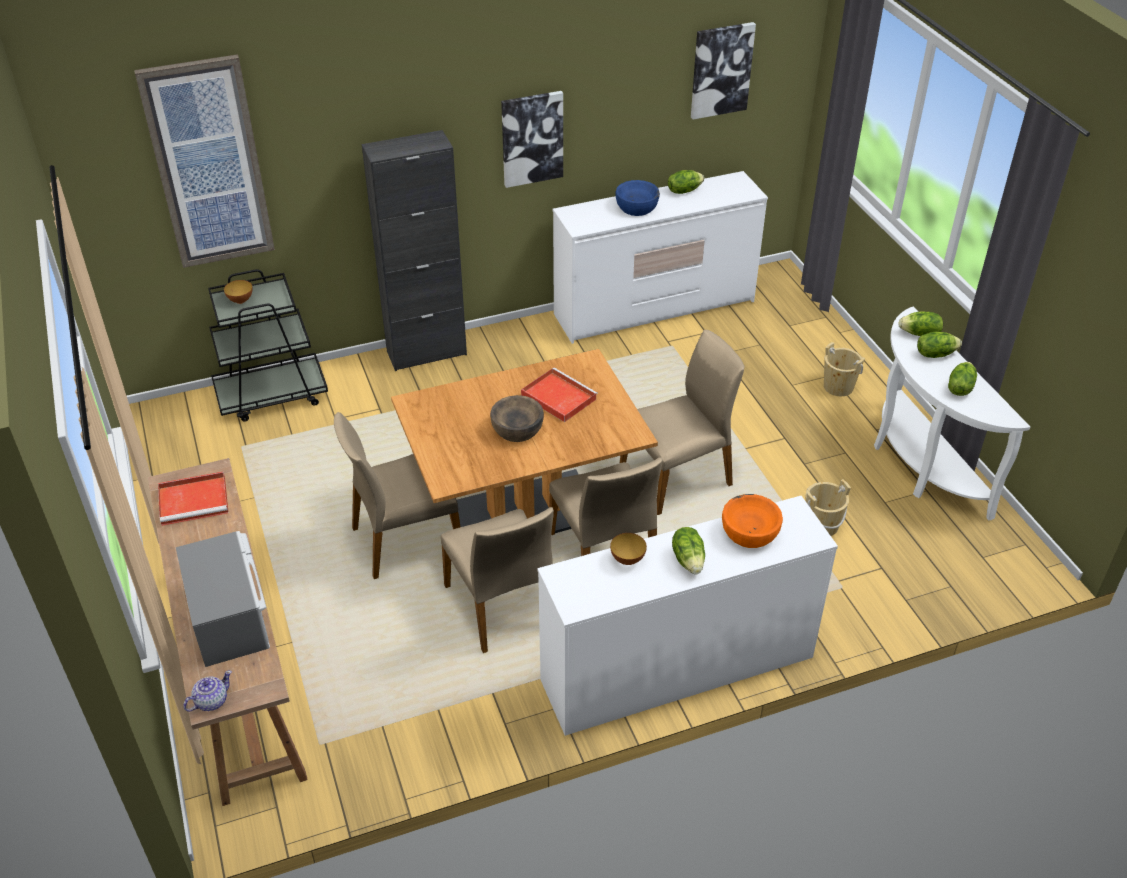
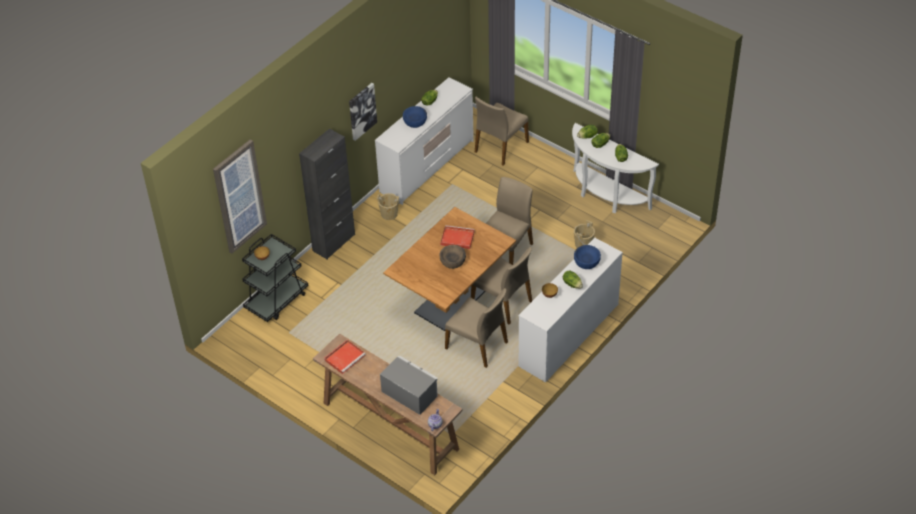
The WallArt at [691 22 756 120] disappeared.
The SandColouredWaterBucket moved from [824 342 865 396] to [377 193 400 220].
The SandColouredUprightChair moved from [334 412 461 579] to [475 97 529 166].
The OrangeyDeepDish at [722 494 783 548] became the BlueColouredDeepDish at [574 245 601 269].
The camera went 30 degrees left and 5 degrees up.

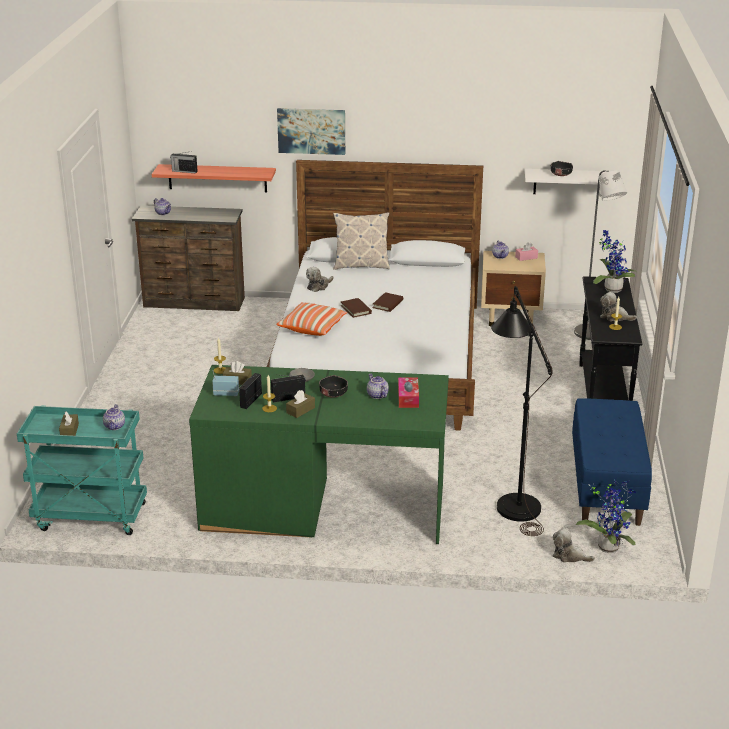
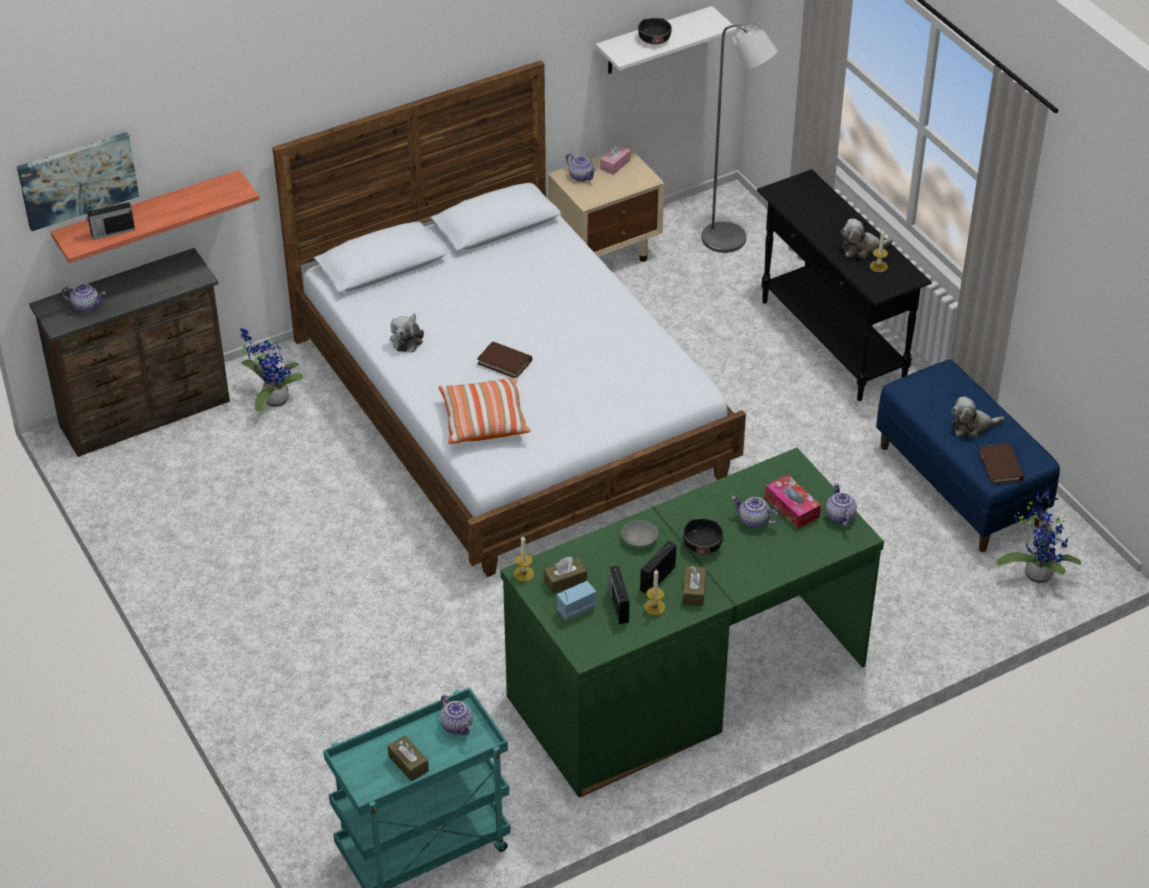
The WallArt moved from [277 108 345 155] to [17 132 139 231].
The ThrowPillow at [333 212 390 270] disappeared.
The Houseplant moved from [593 230 637 293] to [240 328 303 412].
The BlackColouredFloorLamp at [491 286 553 536] disappeared.
The BrownishBook moved from [373 292 403 312] to [979 443 1024 484].
The SoftToy moved from [553 528 595 563] to [952 397 1005 438].
The PotForTea at [826 483 857 527] appeared.
The camera went 35 degrees left and 15 degrees up.

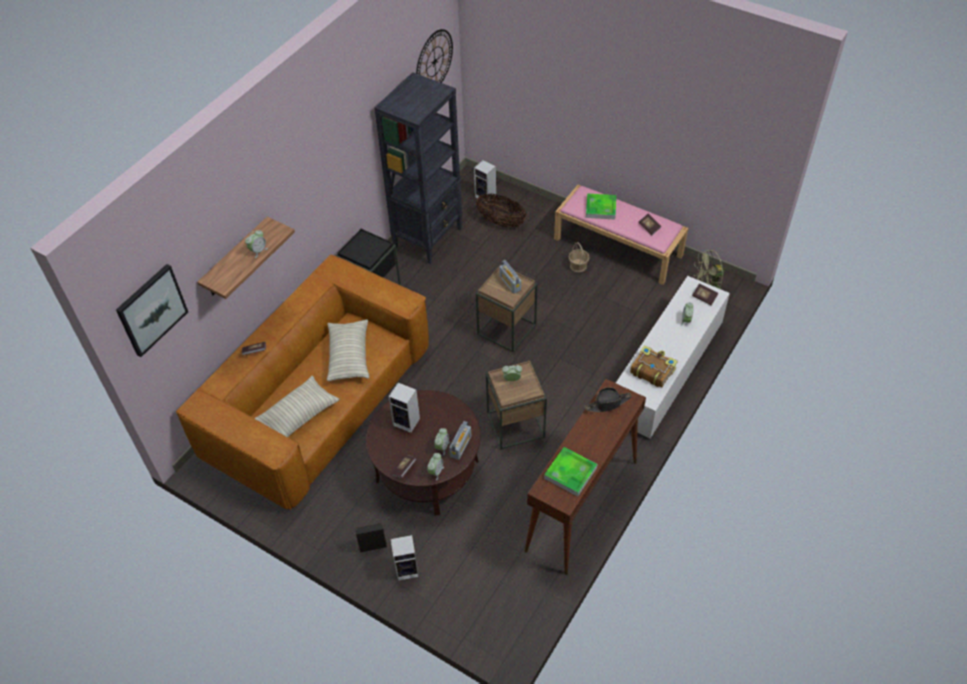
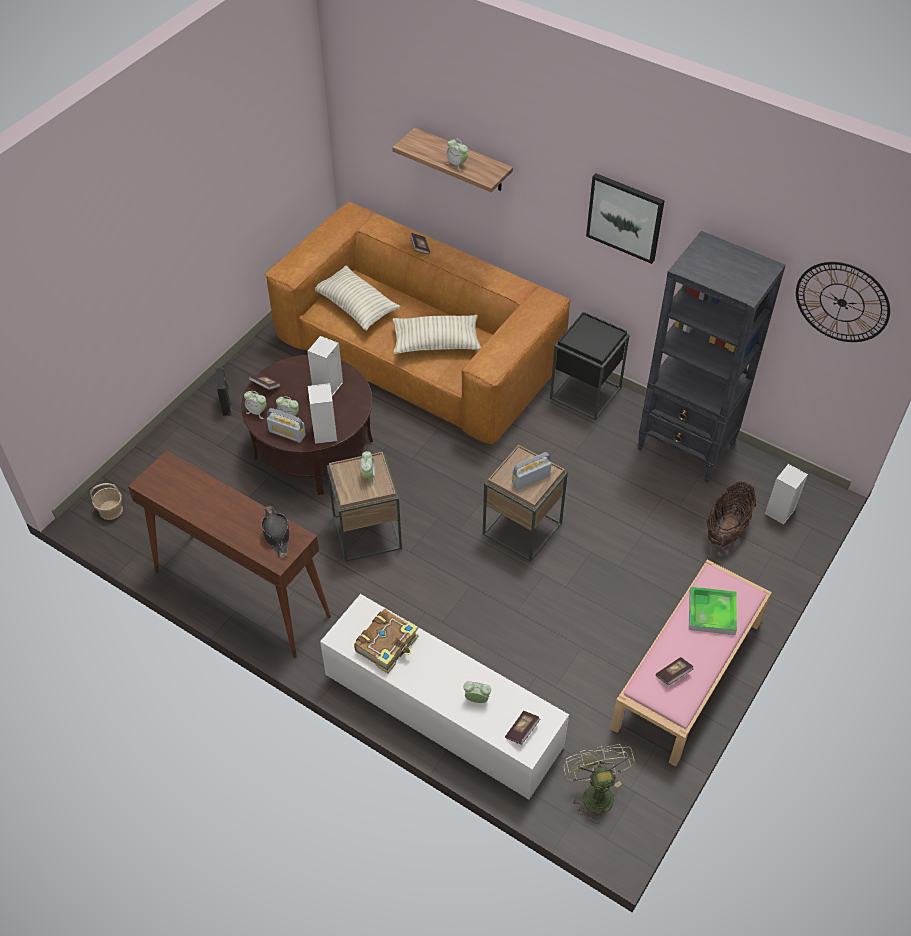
The Basket moved from [569 242 590 272] to [90 483 123 520].
The WallArt moved from [116 264 188 357] to [586 173 665 264].
The ServingTray at [544 447 597 497] disappeared.
The AudioSpeaker moved from [391 535 419 581] to [307 383 337 444].
The camera went 90 degrees right and 0 degrees up.

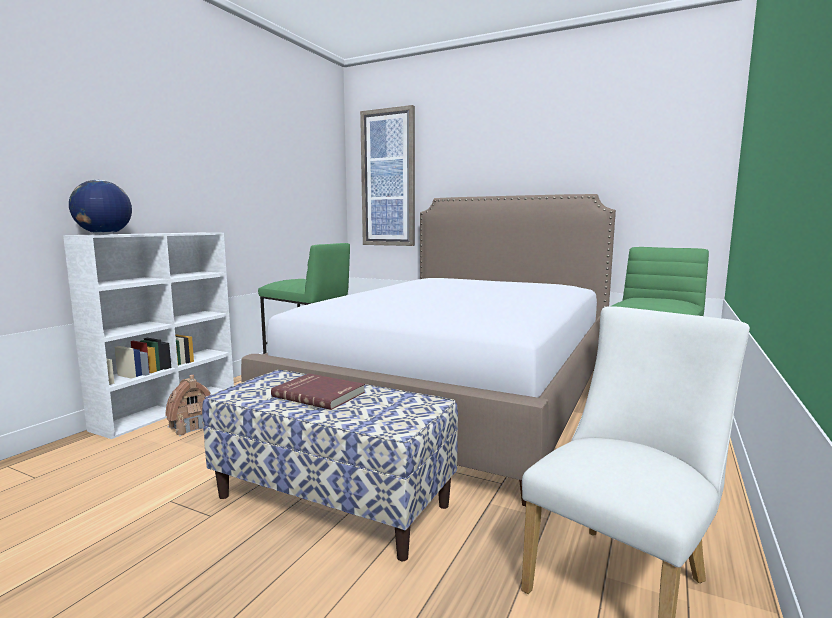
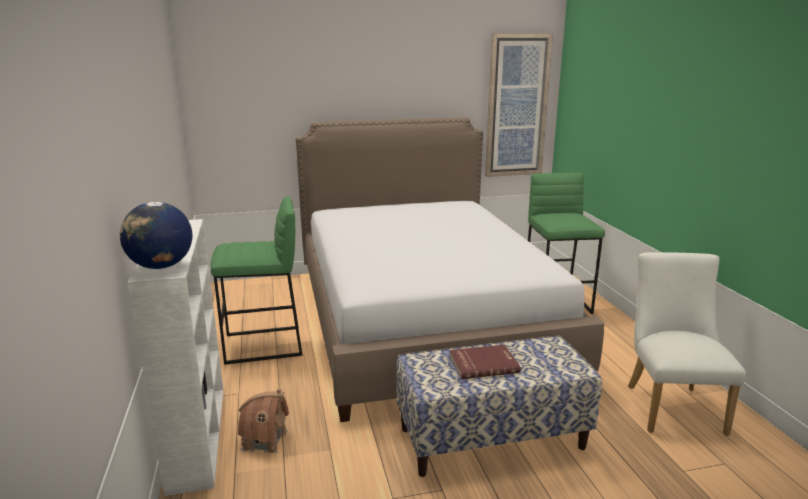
The WallArt moved from [360 105 415 246] to [485 33 553 177].
The camera went 40 degrees left and 10 degrees up.

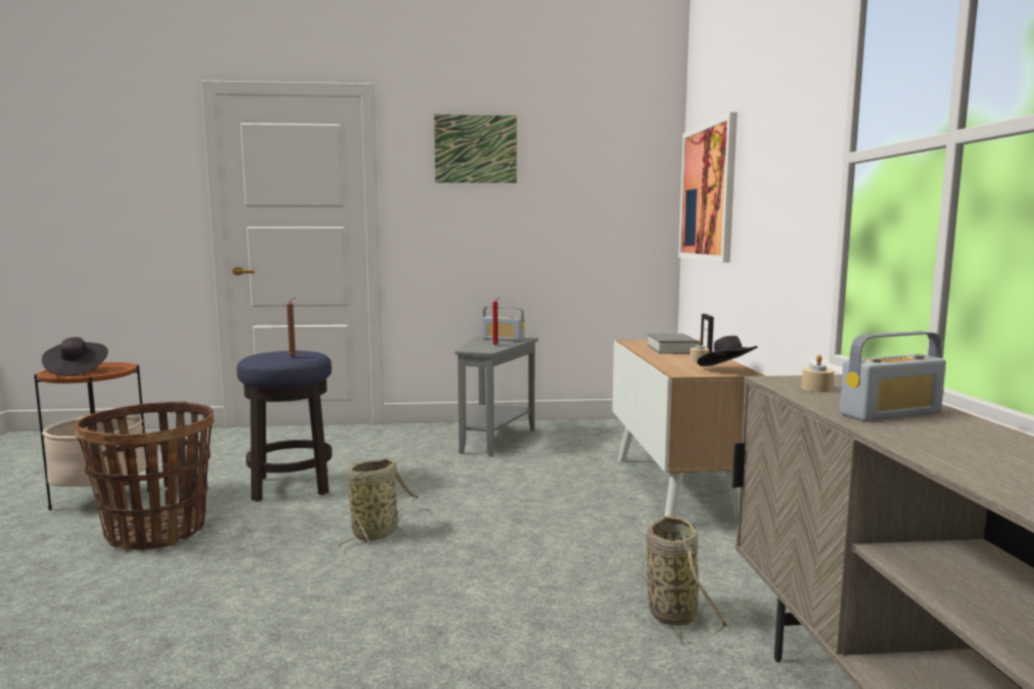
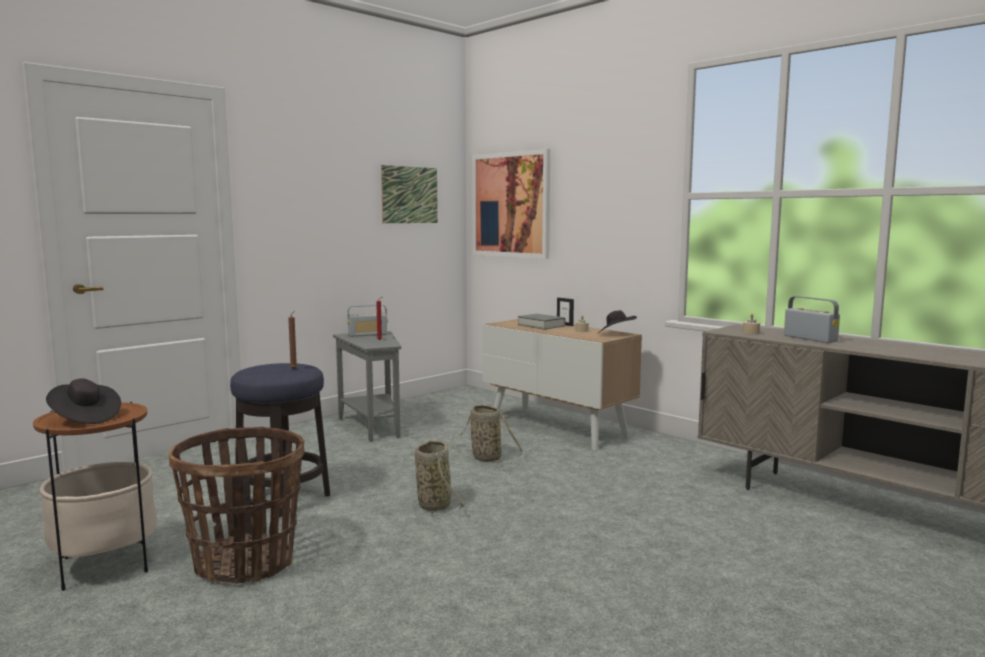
The WallArt moved from [434 114 517 183] to [381 165 438 223].
The RadioSet at [840 331 946 421] turned 60 degrees counterclockwise.
The Basket moved from [640 516 729 645] to [451 404 523 464].
The camera went 40 degrees left and 0 degrees up.

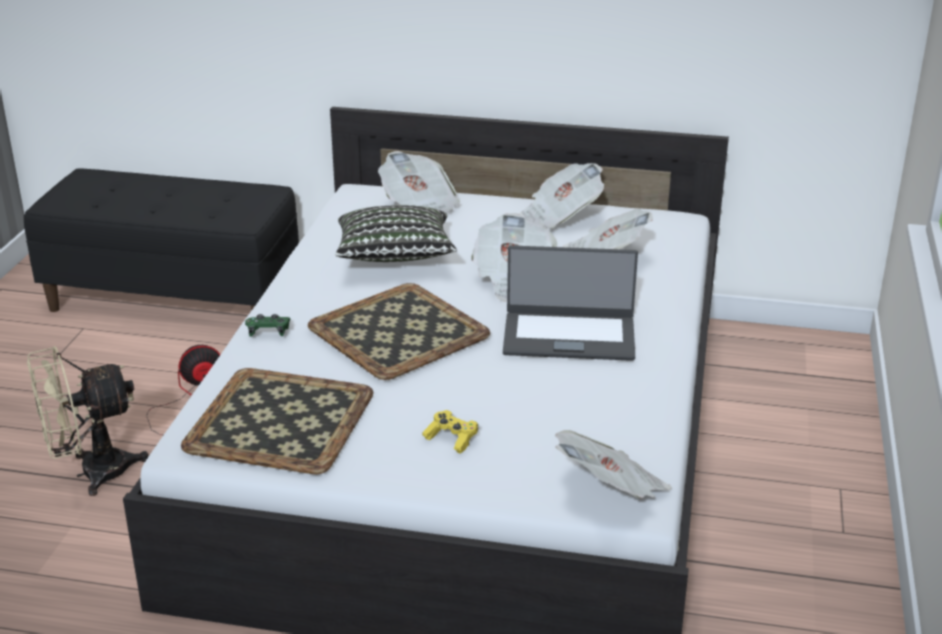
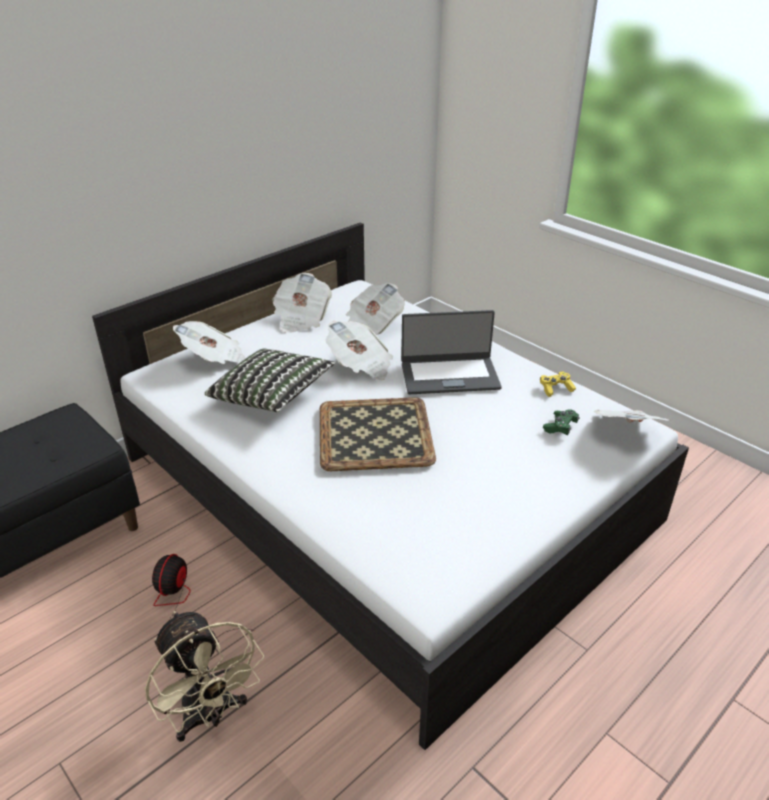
The NotebookComputer at [503 245 638 361] turned 45 degrees clockwise.
The GreenishJoypad moved from [245 314 291 337] to [543 409 580 435].
The SandColouredCoolingFan at [27 346 149 496] turned 45 degrees counterclockwise.
The ServingTray at [181 368 374 474] disappeared.
The YellowColouredJoypad moved from [422 410 478 454] to [540 371 576 397].
The camera went 55 degrees left and 5 degrees up.

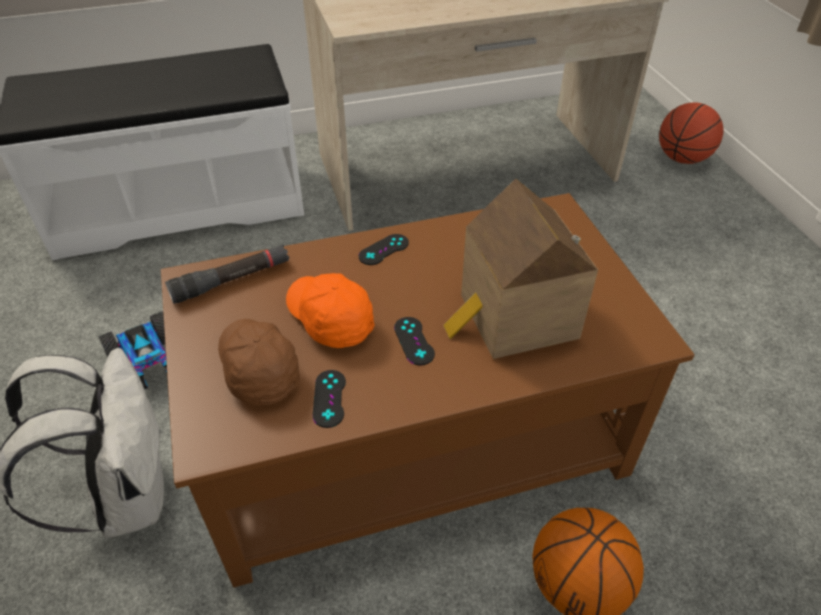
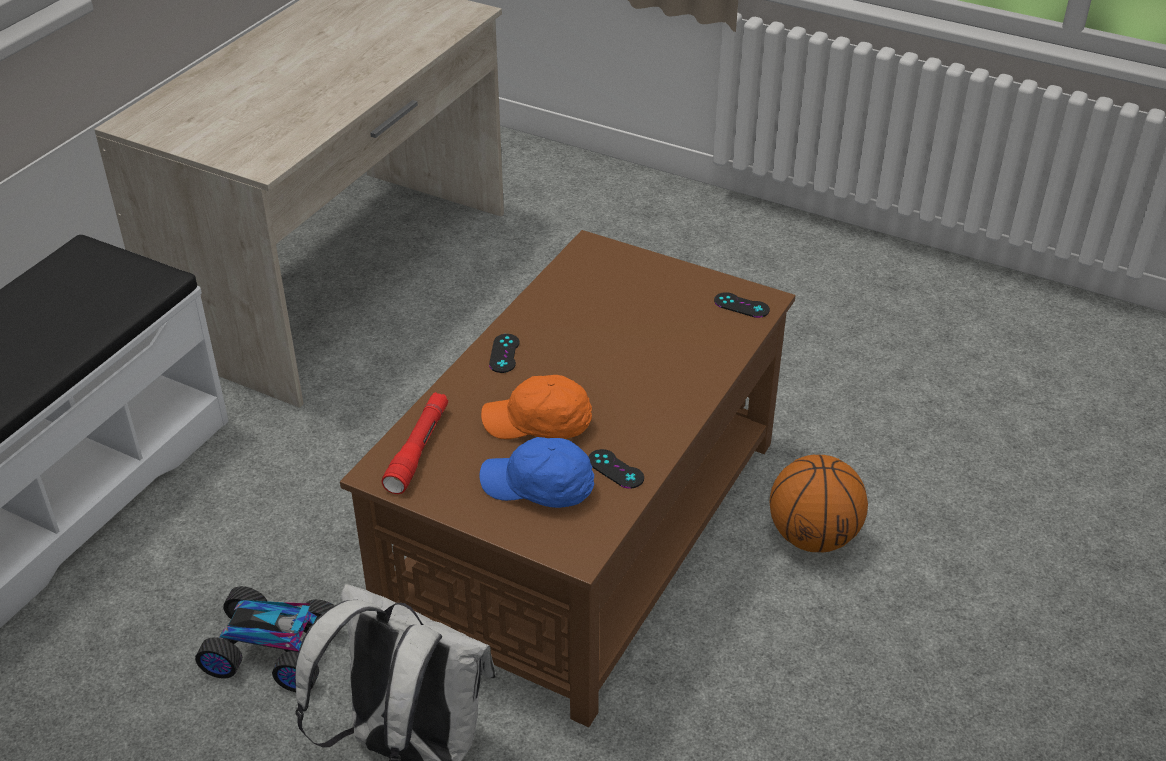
The BallForBasketball at [659 102 723 164] disappeared.
The MiniatureHouse at [443 178 598 359] disappeared.
The BlackColouredHandTorch at [165 245 289 304] became the RedHandTorch at [382 392 448 494].
The BlackColouredJoypad moved from [394 317 435 365] to [714 292 770 318].
The BrownishBaseballCap at [218 319 300 405] became the BlueColouredBaseballCap at [479 437 594 508].
The camera went 45 degrees left and 5 degrees down.

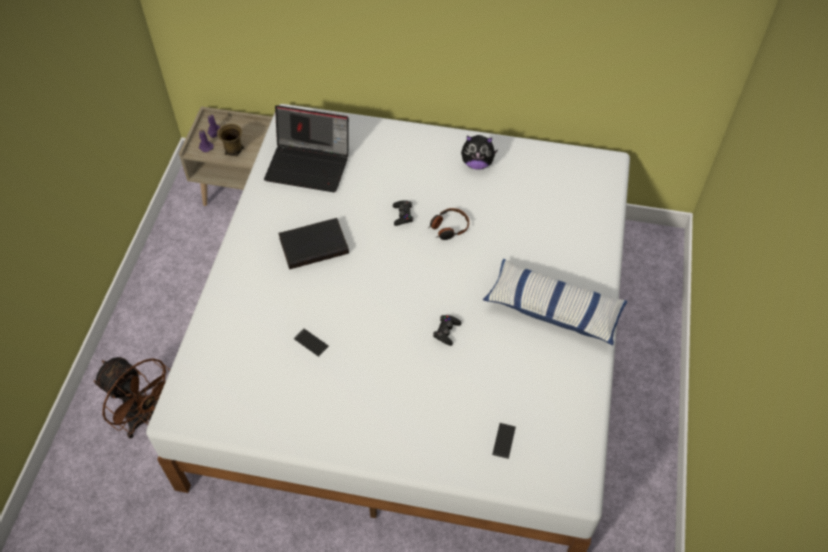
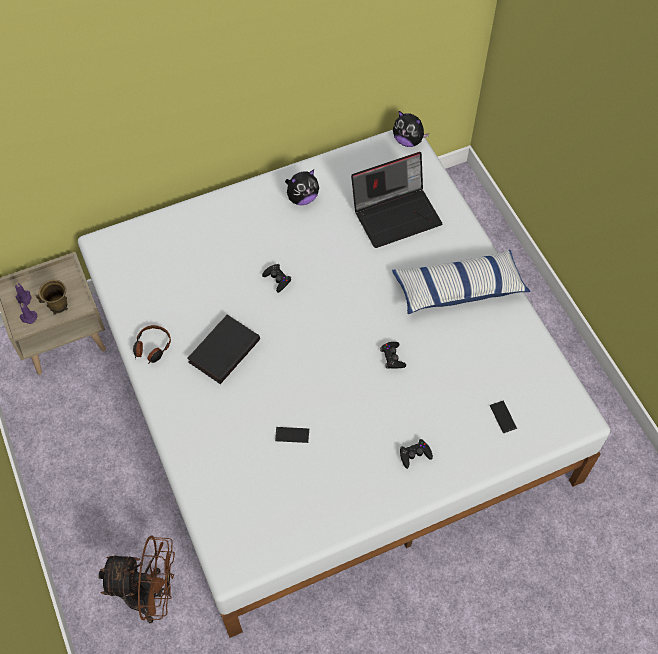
The NotebookComputer moved from [264 105 349 192] to [351 152 442 248].
The Headphones moved from [429 208 469 240] to [133 325 171 364].
The SoftToy at [393 111 429 147] appeared.
The BlackColouredJoypad at [400 439 433 469] appeared.
The camera went 35 degrees left and 5 degrees up.

